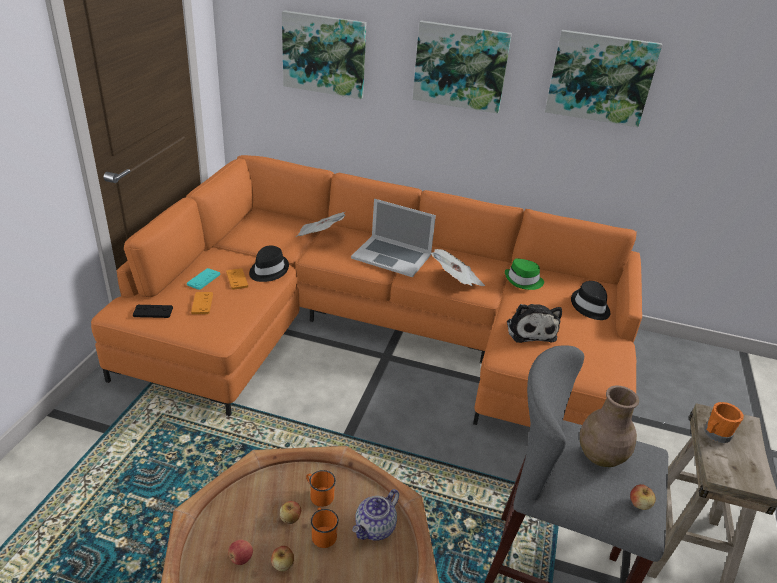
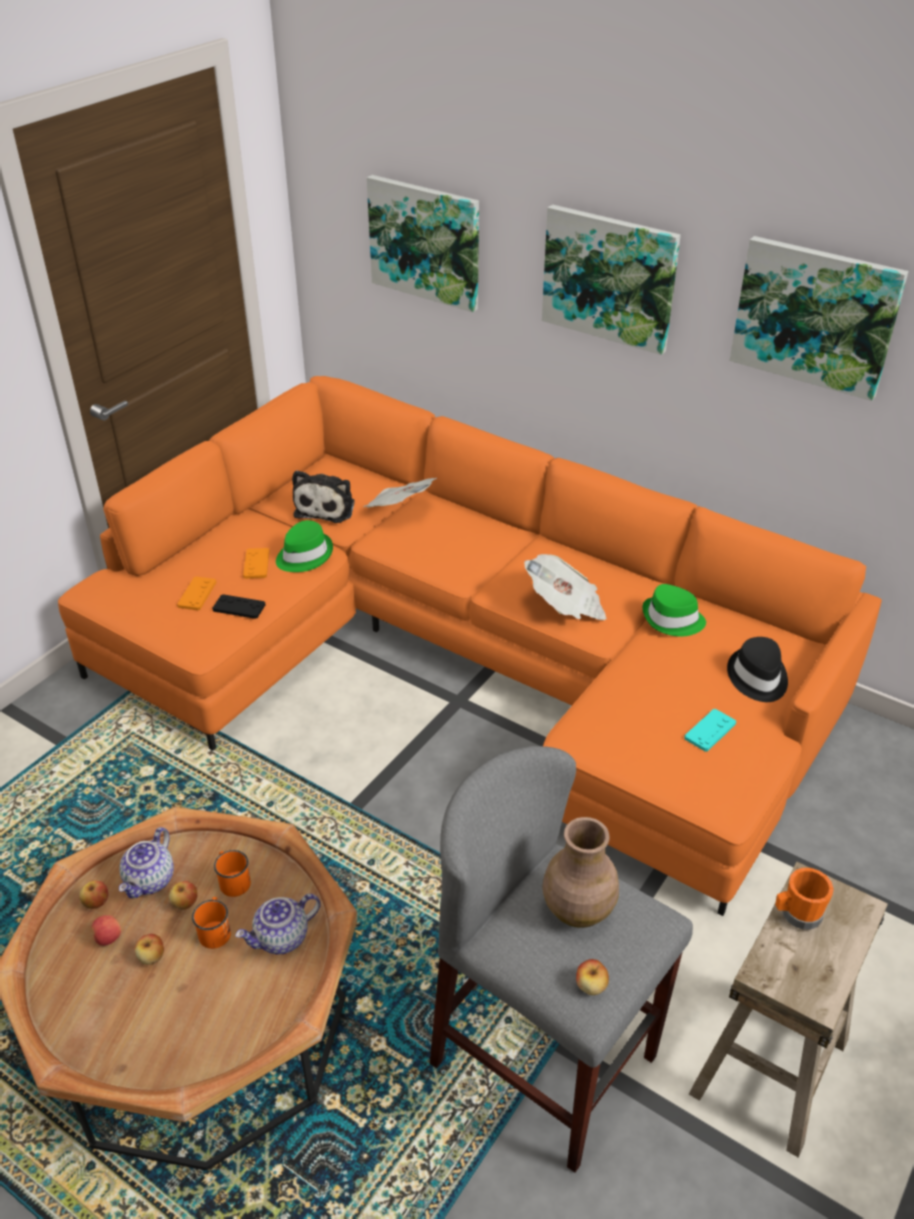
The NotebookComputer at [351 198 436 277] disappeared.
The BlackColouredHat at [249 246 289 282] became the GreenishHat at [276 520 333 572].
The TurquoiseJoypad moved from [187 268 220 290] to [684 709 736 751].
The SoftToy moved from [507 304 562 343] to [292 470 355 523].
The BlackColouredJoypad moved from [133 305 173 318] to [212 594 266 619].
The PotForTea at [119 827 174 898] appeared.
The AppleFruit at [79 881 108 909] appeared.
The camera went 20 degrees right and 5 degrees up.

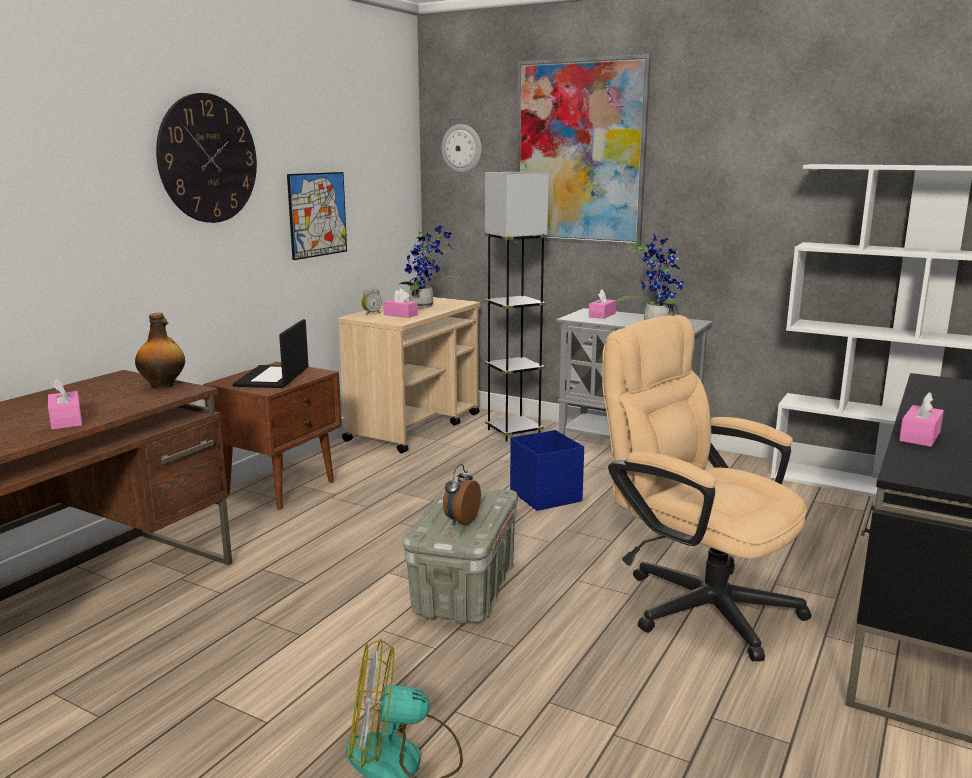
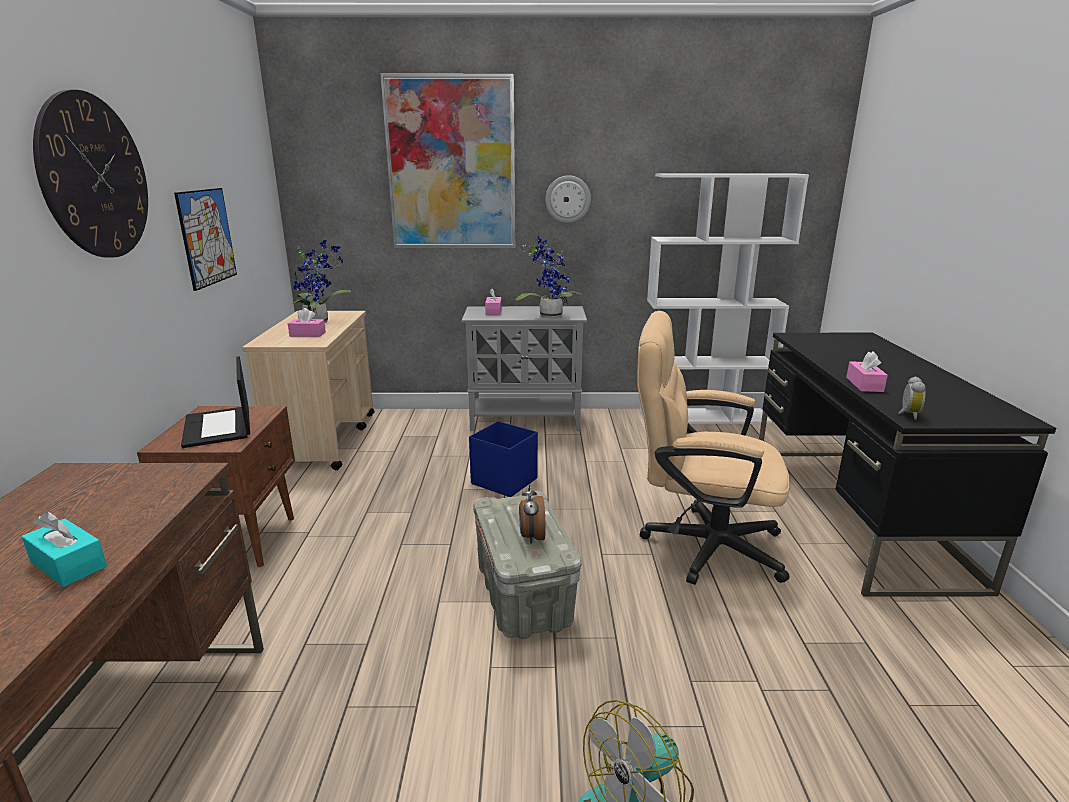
The ClockOnTheWall moved from [441 124 482 173] to [545 175 591 223].
The GreyishFloorLamp at [485 172 549 441] disappeared.
The BedsideClock moved from [362 289 382 315] to [898 377 926 420].
The BeverageBottle at [135 313 185 389] disappeared.
The PinkTissueHolder at [48 378 82 430] became the TurquoiseTissueHolder at [22 512 107 587].
The camera went 30 degrees left and 5 degrees up.

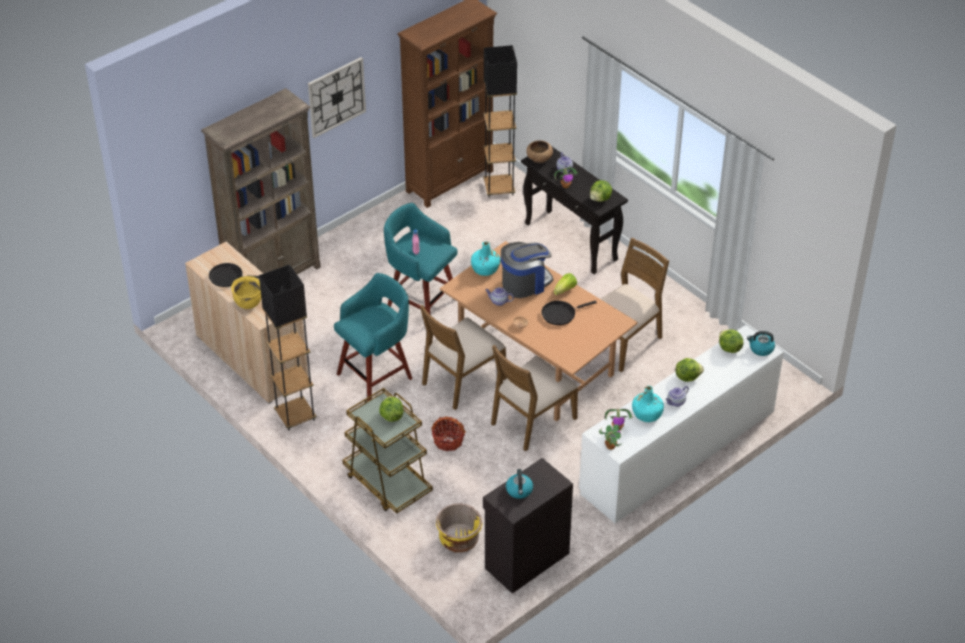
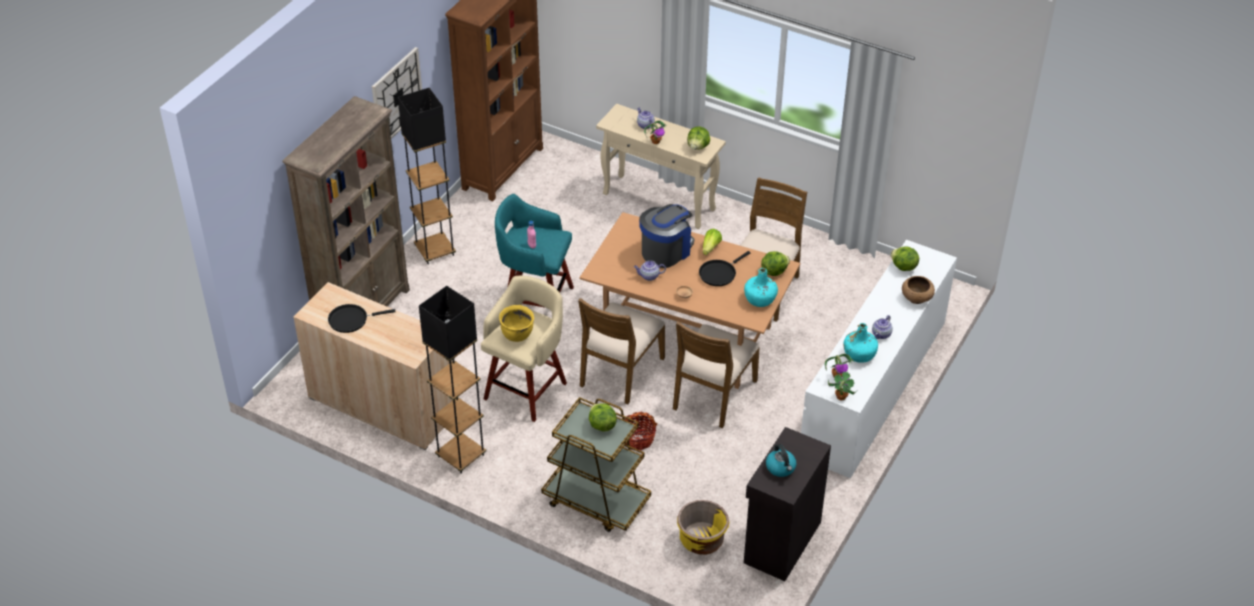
The BlackColouredFloorLamp moved from [484 45 517 198] to [398 88 456 264].
The BrownishDeepDish moved from [526 140 553 163] to [902 276 935 304].
The BlackColouredConsoleTable at [521 147 628 274] became the SandColouredConsoleTable at [596 104 726 229].
The TurquoiseBeverageBottle moved from [471 241 500 276] to [744 268 778 307].
The TurquoiseStool at [334 273 412 401] became the SandColouredStool at [481 276 567 422].
The YellowColouredStockpot moved from [231 276 261 309] to [499 305 534 342].
The TeaKettle at [747 331 775 356] disappeared.
The HeadOfLettuce moved from [675 358 704 382] to [761 251 790 276].
The camera went 20 degrees left and 0 degrees up.

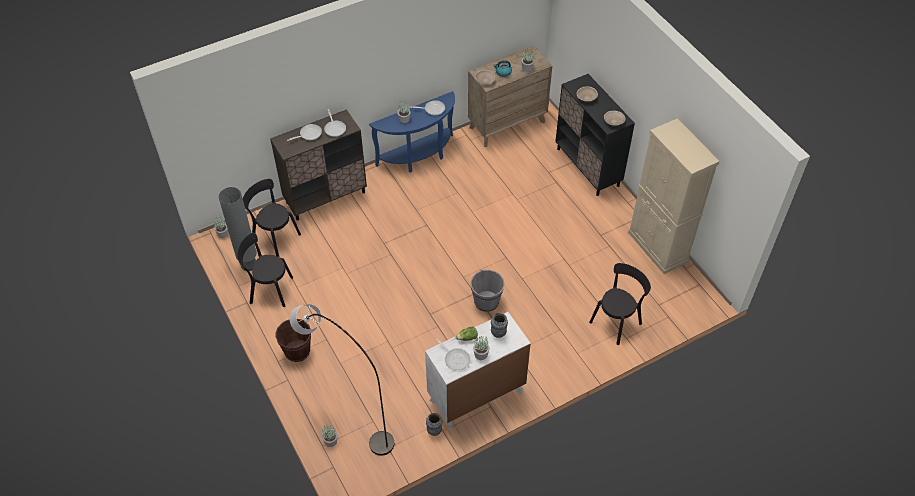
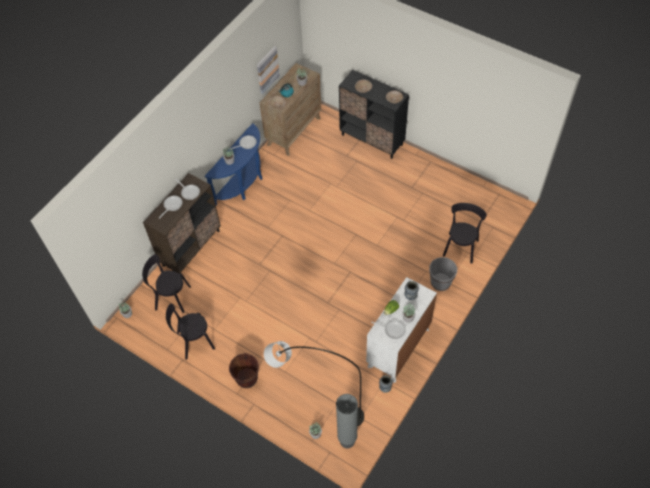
The SandColouredStorageCabinet at [628 118 720 274] disappeared.
The GreyishFloorLamp moved from [219 187 257 271] to [336 394 358 448].
The GreyishWaterBucket moved from [471 270 504 312] to [429 257 457 291].
The WallArt at [257 46 280 94] appeared.
The camera went 25 degrees left and 5 degrees up.

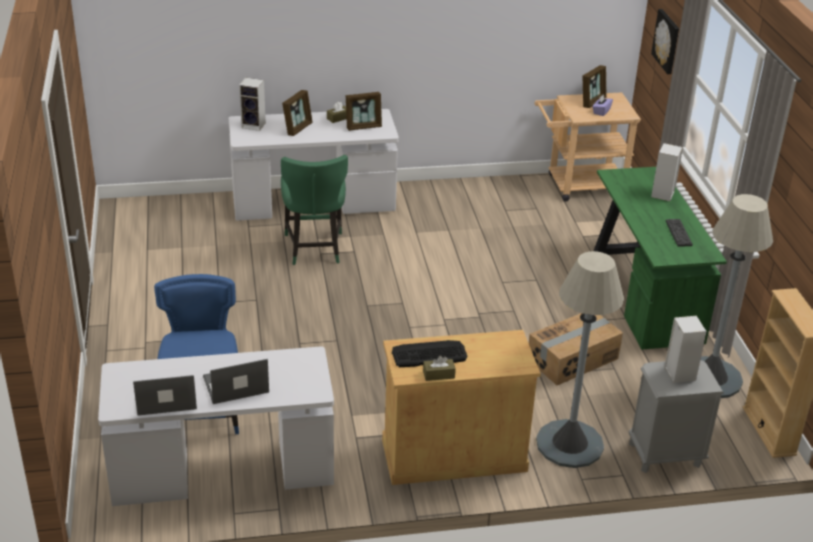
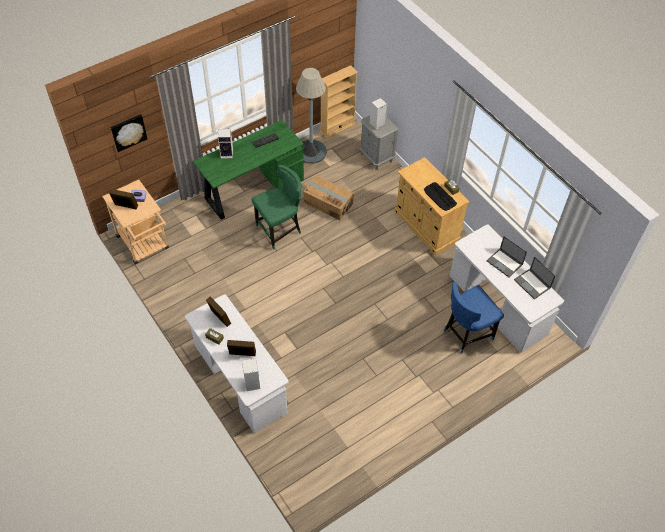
The GreenishUprightChair moved from [281 155 348 265] to [252 165 301 250].
The GreyishFloorLamp at [536 251 624 468] disappeared.
The camera went 115 degrees left and 20 degrees up.

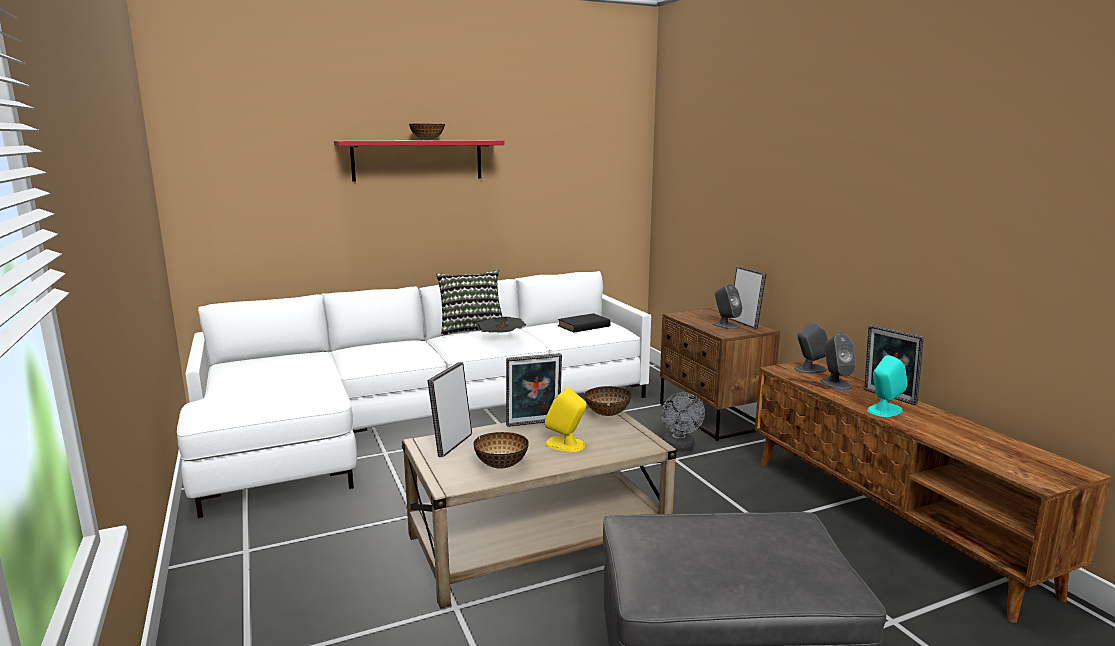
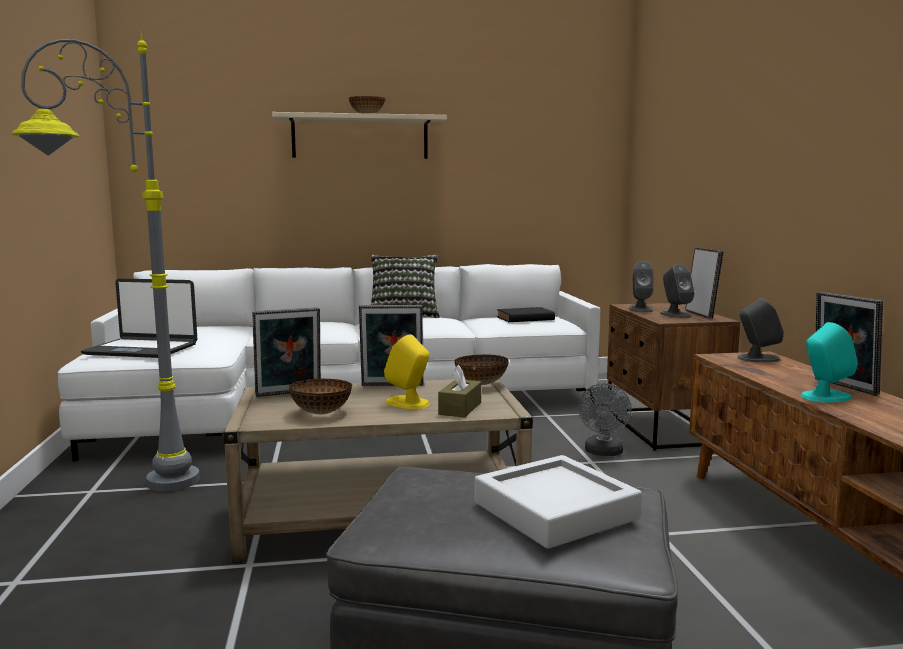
The RedBracketShelf at [334 140 505 182] became the SandColouredBracketShelf at [272 112 447 159].
The PrintedPaper at [475 317 526 333] disappeared.
The GreyishAudioSpeaker moved from [820 334 856 390] to [629 261 654 312].
The StandingFrame at [427 362 472 457] turned 150 degrees counterclockwise.
The GreyishFloorLamp at [11 30 200 492] appeared.
The NotebookComputer at [81 278 197 358] appeared.
The BrownishTissueHolder at [438 364 481 417] appeared.
The GreyishServingTray at [475 455 642 549] appeared.
The camera went 15 degrees right and 5 degrees down.

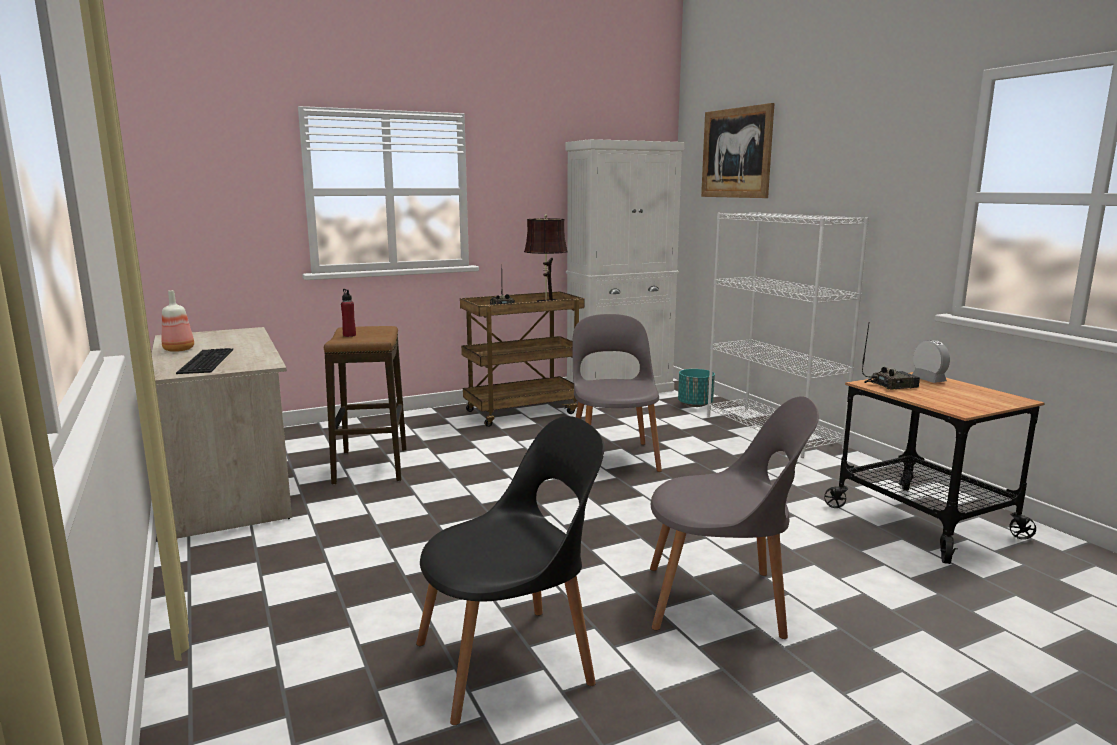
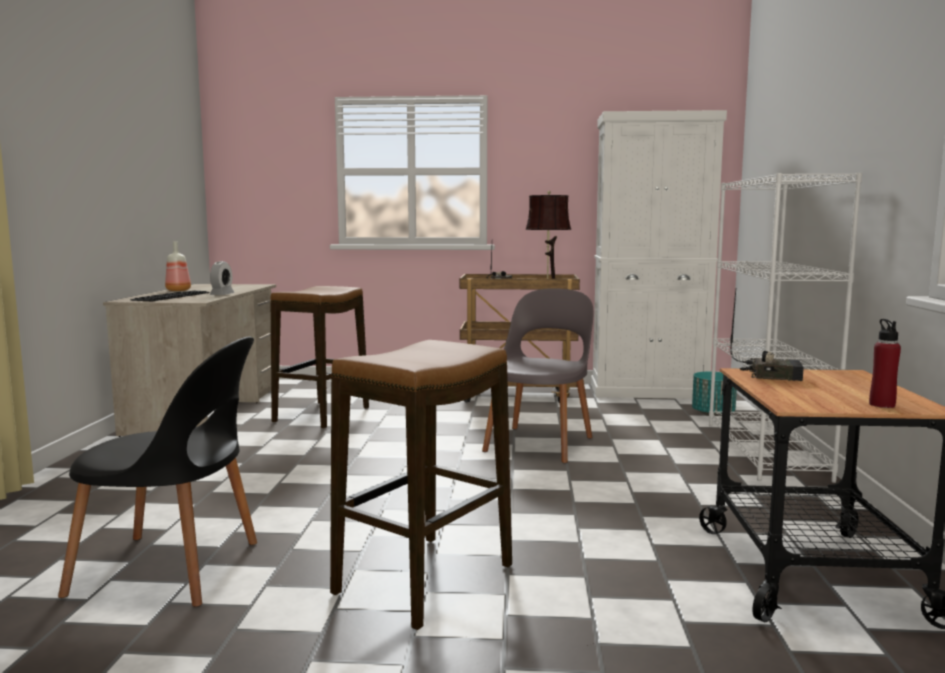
The WallArt at [701 103 774 198] disappeared.
The RedBeverageBottle moved from [341 289 356 337] to [869 319 901 408].
The BedsideClock moved from [912 340 950 383] to [210 261 235 295].
The GreyishUprightChair at [650 396 819 639] was replaced by the Stool at [330 340 512 630].
The camera went 30 degrees right and 5 degrees down.

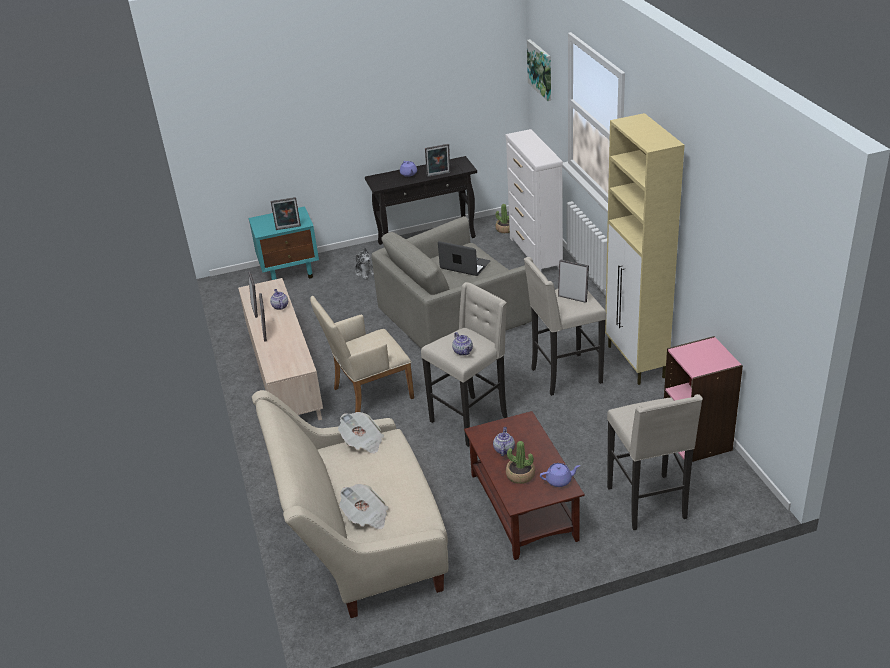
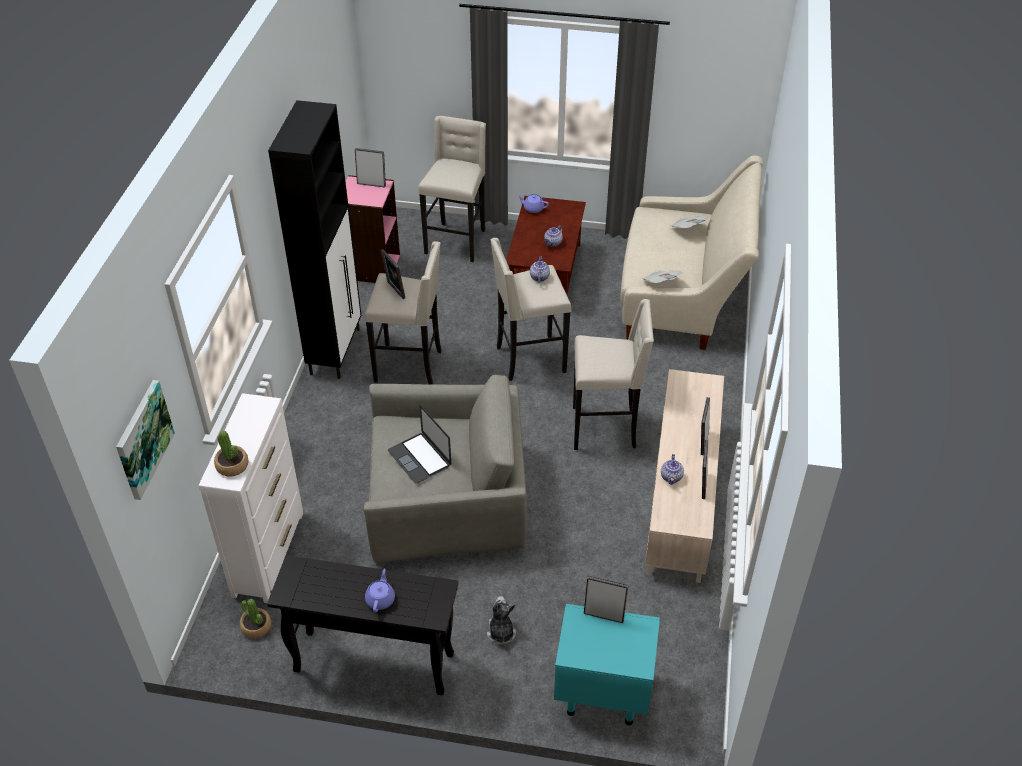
The SandColouredStorageCabinet at [605 113 685 385] became the BlackColouredStorageCabinet at [268 100 361 379].
The StandingFrame moved from [425 144 450 177] to [355 148 386 187].
The SandColouredLoungeChair at [310 296 414 412] was replaced by the SandColouredStool at [573 299 654 450].
The Houseplant moved from [506 441 535 484] to [214 430 249 477].
The camera went 155 degrees left and 10 degrees up.

